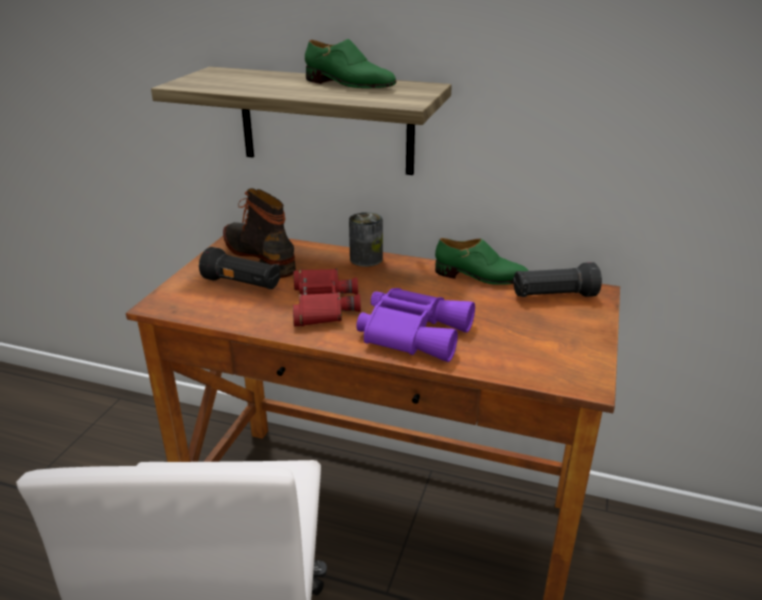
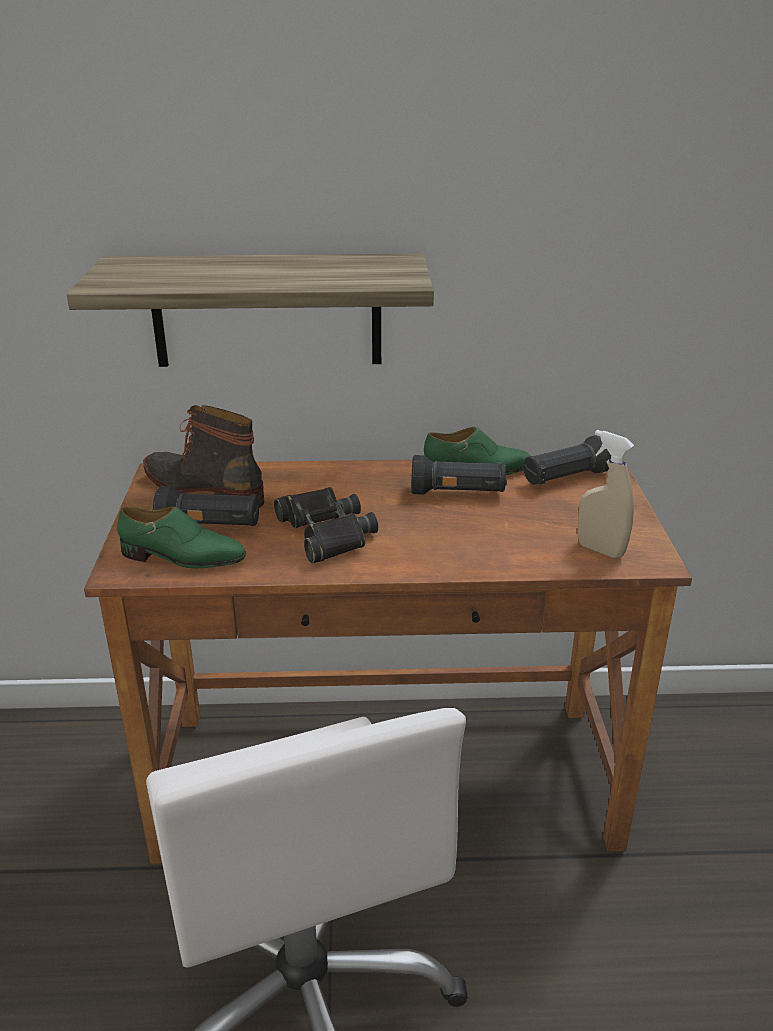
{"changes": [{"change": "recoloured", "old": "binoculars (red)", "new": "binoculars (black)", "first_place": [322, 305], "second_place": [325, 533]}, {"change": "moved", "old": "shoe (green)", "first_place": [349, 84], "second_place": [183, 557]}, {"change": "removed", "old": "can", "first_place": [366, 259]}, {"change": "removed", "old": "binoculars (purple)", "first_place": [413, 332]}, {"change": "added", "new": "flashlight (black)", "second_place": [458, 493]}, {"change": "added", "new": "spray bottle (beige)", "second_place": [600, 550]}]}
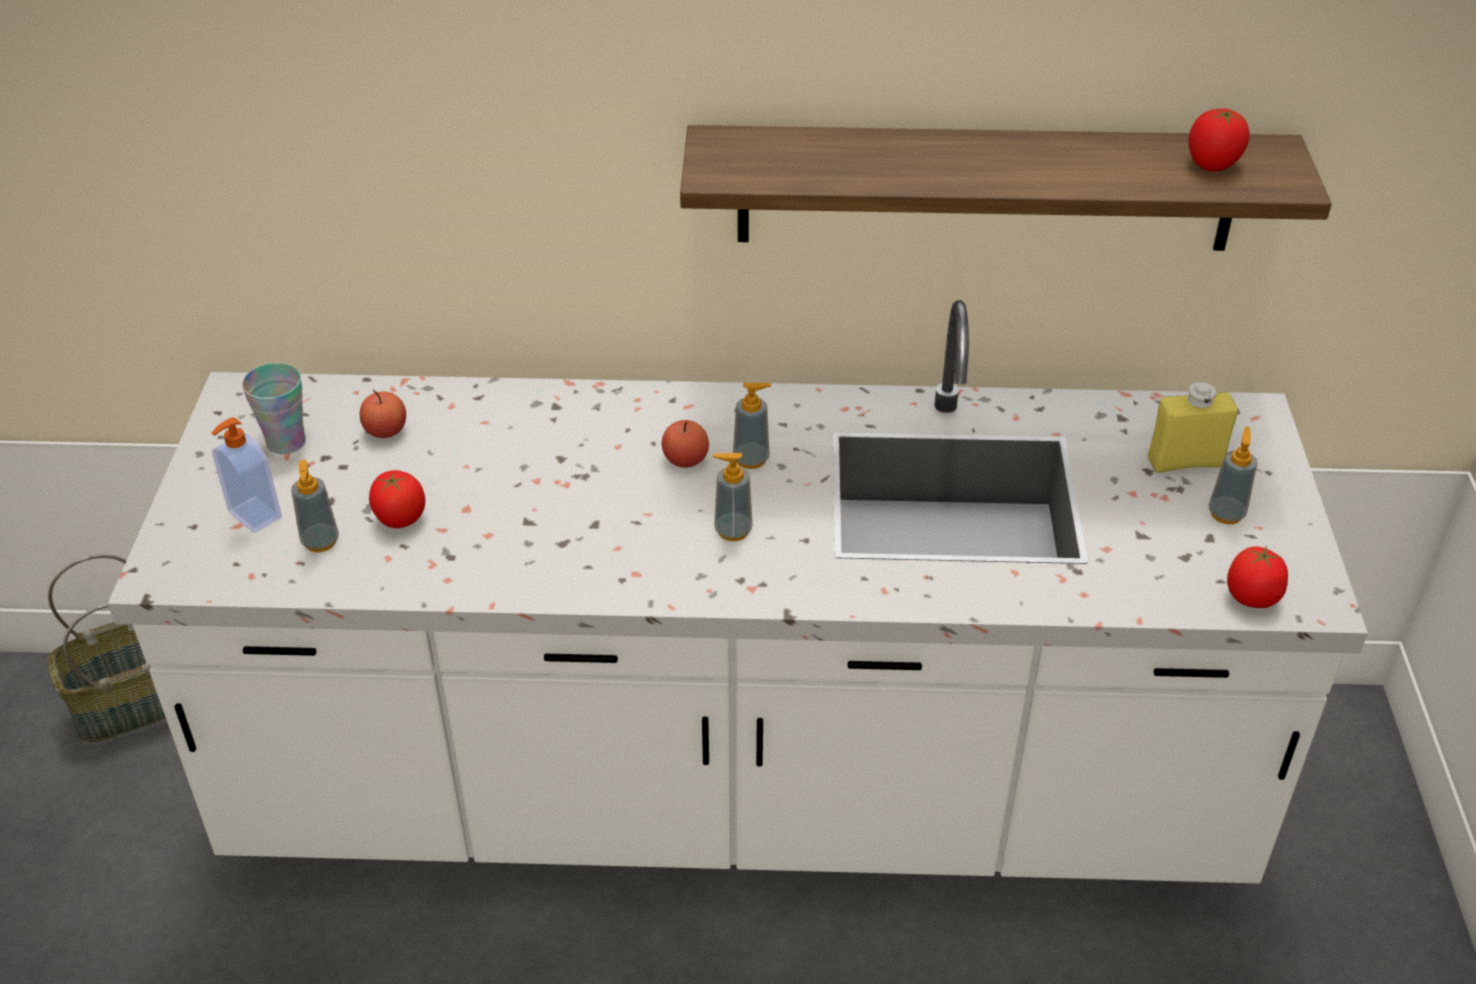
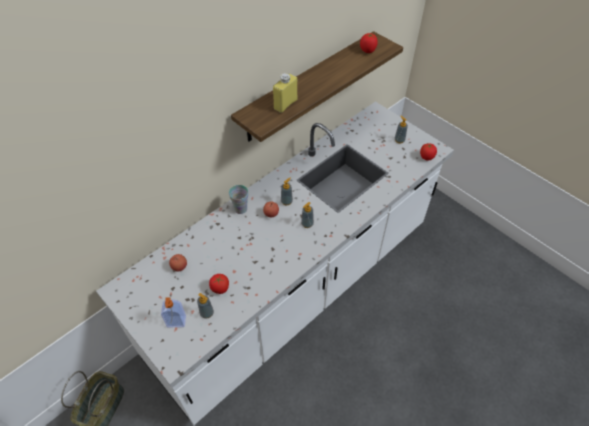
{"changes": [{"change": "moved", "old": "cup", "first_place": [286, 442], "second_place": [240, 209]}, {"change": "moved", "old": "bottle (yellow)", "first_place": [1185, 462], "second_place": [285, 104]}]}
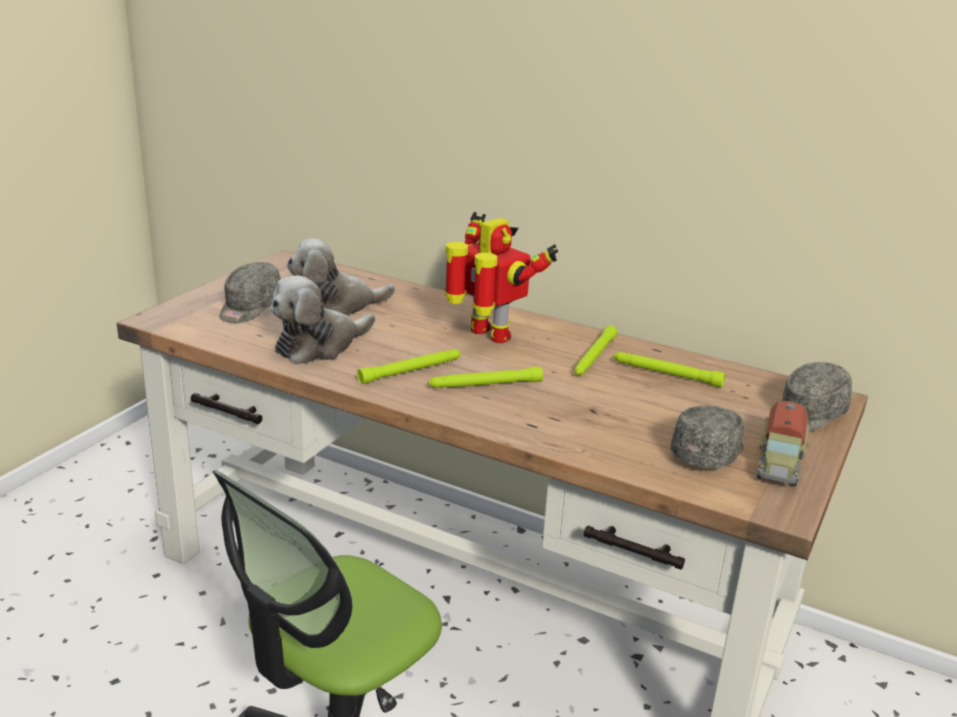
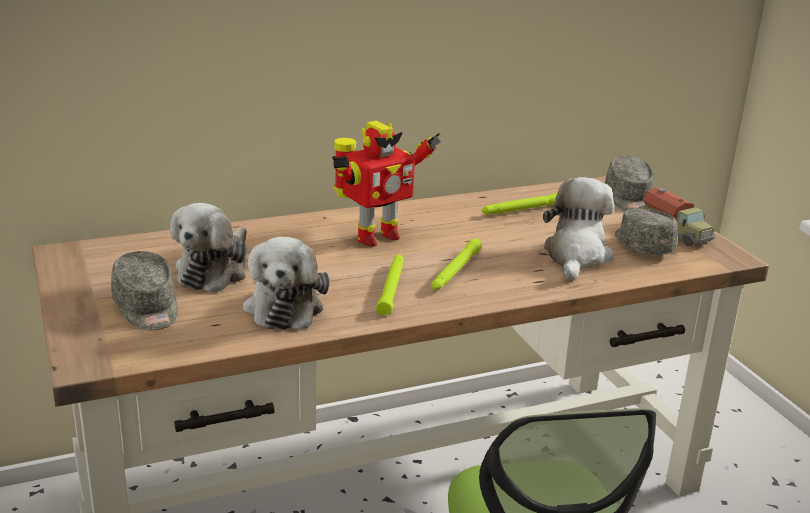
{"changes": [{"change": "turned", "old": "toy robot", "first_place": [488, 336], "second_place": [375, 237], "degrees": 150}, {"change": "removed", "old": "flashlight (green)", "first_place": [594, 357]}, {"change": "added", "new": "plush toy", "second_place": [576, 256]}]}
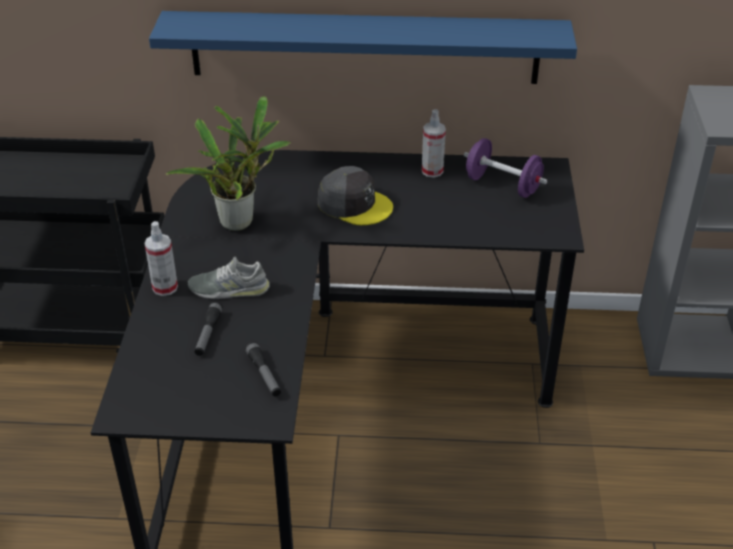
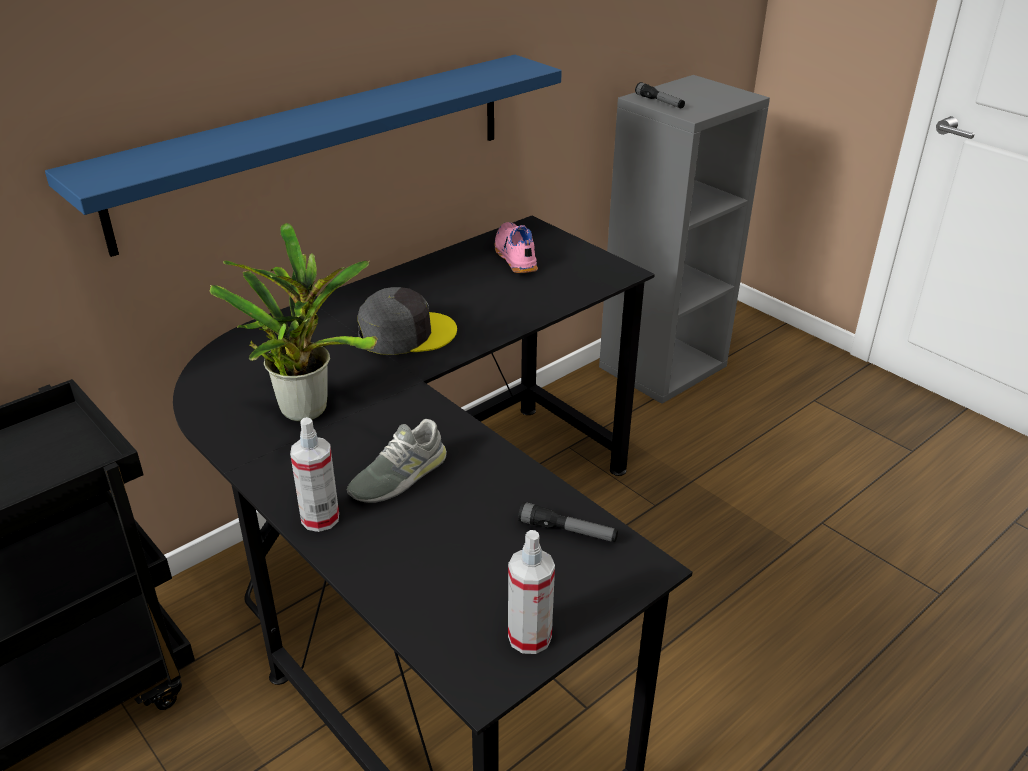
{"changes": [{"change": "moved", "old": "flashlight", "first_place": [208, 334], "second_place": [659, 102]}, {"change": "moved", "old": "spray bottle", "first_place": [432, 171], "second_place": [529, 637]}, {"change": "replaced", "old": "dumbbell (purple)", "new": "shoe (pink)", "first_place": [502, 185], "second_place": [514, 257]}]}
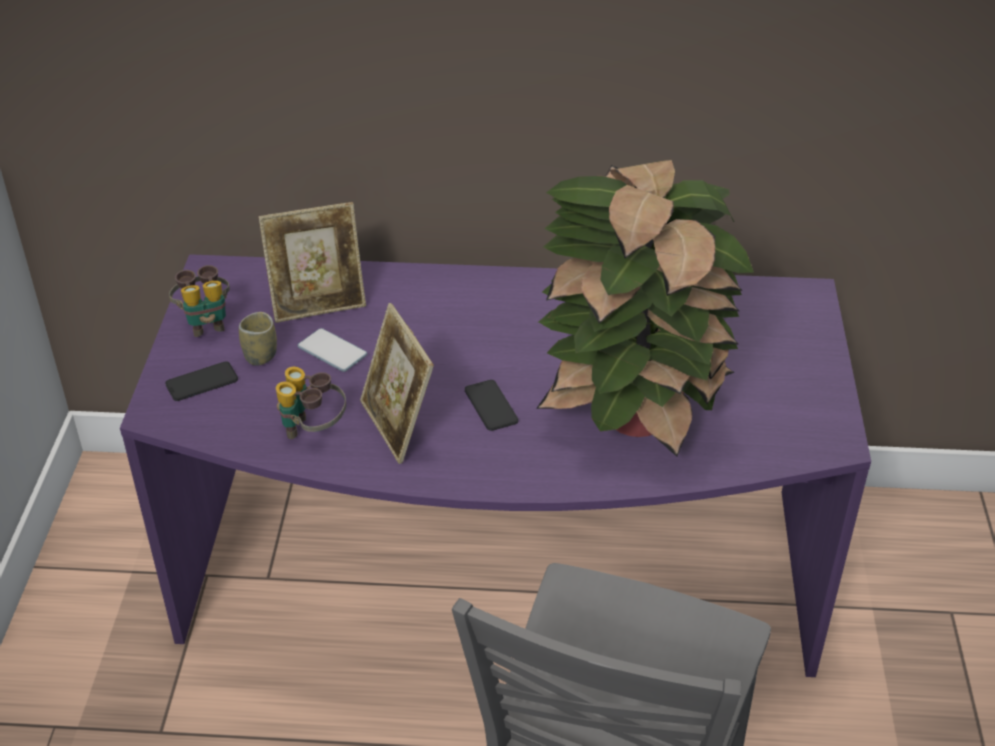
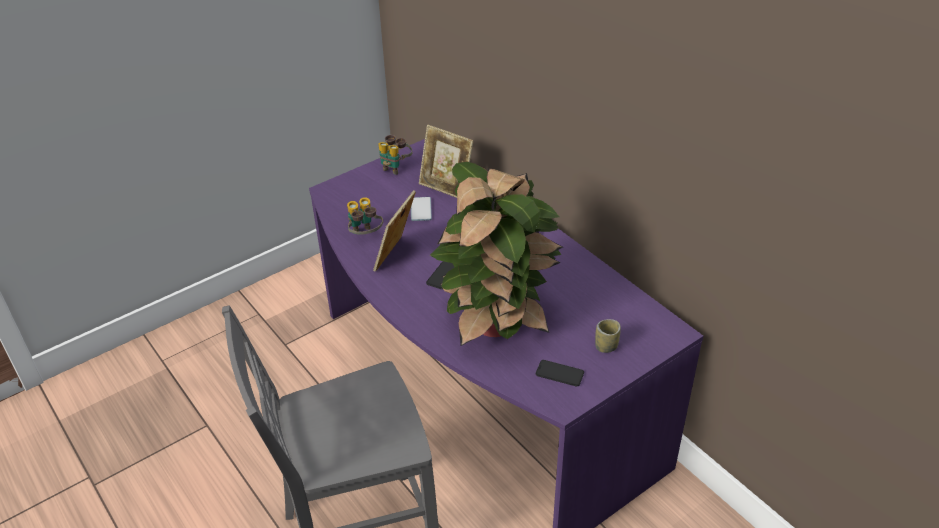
{"changes": [{"change": "moved", "old": "phone", "first_place": [202, 382], "second_place": [559, 373]}, {"change": "moved", "old": "cup", "first_place": [260, 356], "second_place": [606, 346]}]}
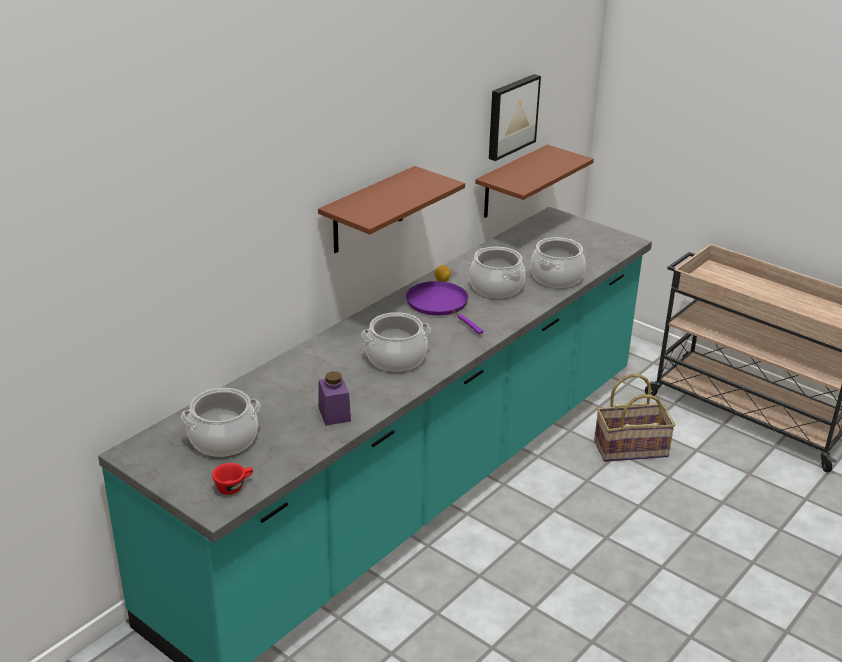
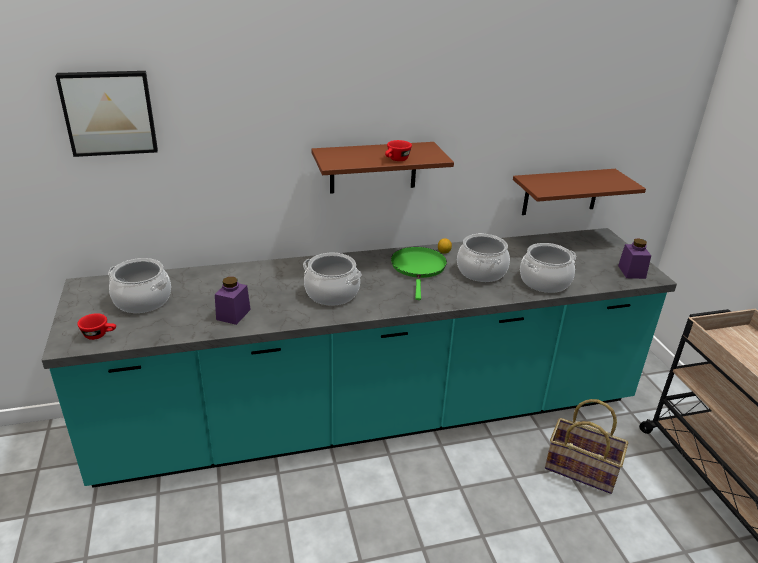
{"changes": [{"change": "recoloured", "old": "frying pan (purple)", "new": "frying pan (green)", "first_place": [440, 305], "second_place": [418, 268]}, {"change": "moved", "old": "picture", "first_place": [511, 116], "second_place": [109, 112]}, {"change": "added", "new": "cup (red)", "second_place": [396, 160]}, {"change": "added", "new": "jar (purple)", "second_place": [631, 272]}]}
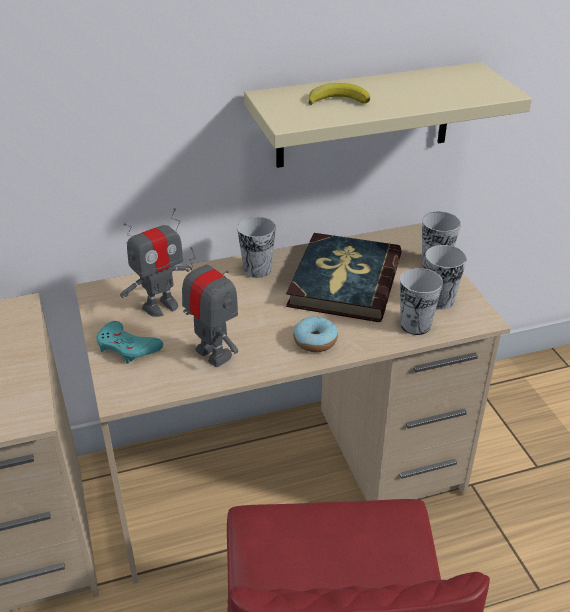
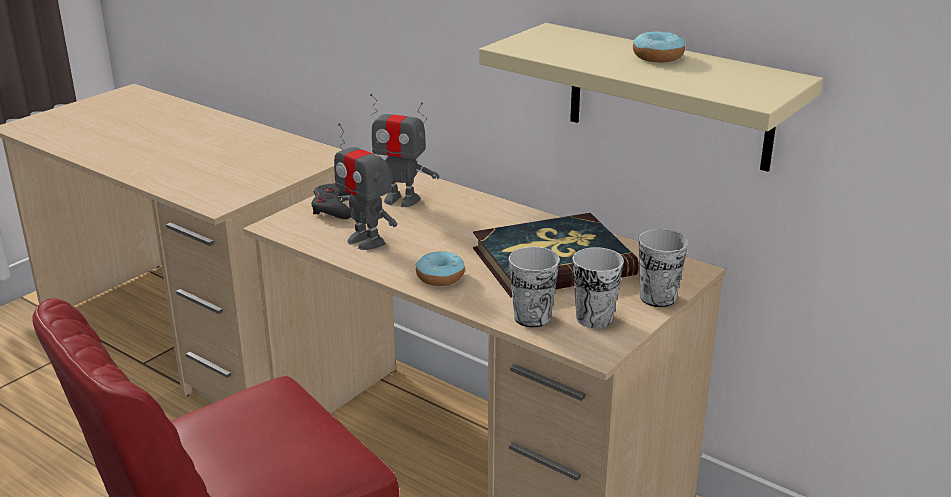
{"changes": [{"change": "recoloured", "old": "game controller (turquoise)", "new": "game controller (grey)", "first_place": [127, 347], "second_place": [333, 207]}, {"change": "turned", "old": "toy robot", "first_place": [213, 354], "second_place": [366, 241], "degrees": 120}, {"change": "removed", "old": "cup", "first_place": [257, 270]}, {"change": "removed", "old": "banana", "first_place": [338, 100]}, {"change": "added", "new": "donut", "second_place": [657, 57]}]}
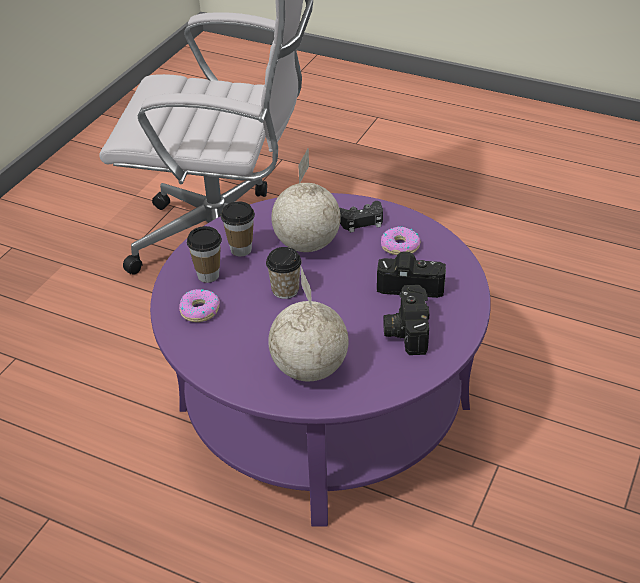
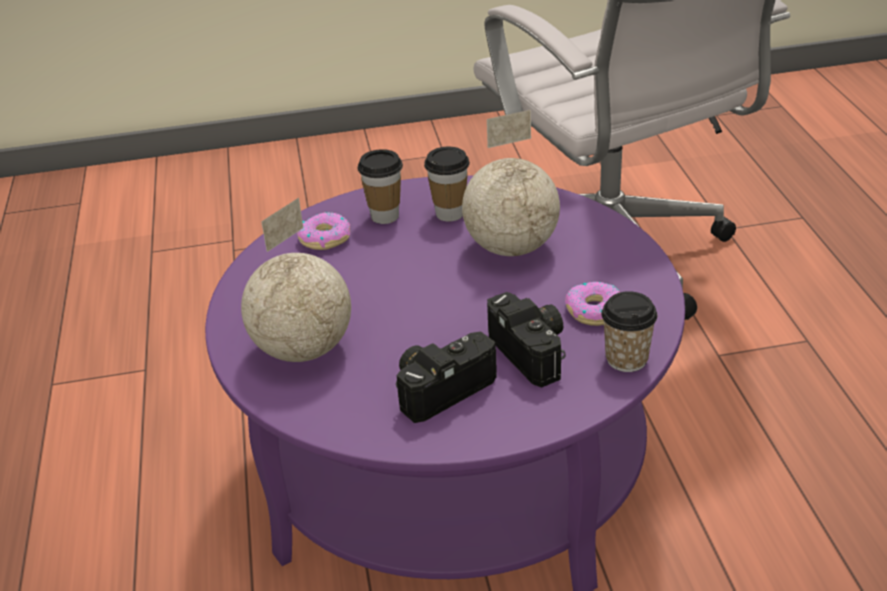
{"changes": [{"change": "moved", "old": "cup", "first_place": [285, 290], "second_place": [626, 359]}, {"change": "removed", "old": "game controller (black)", "first_place": [361, 221]}]}
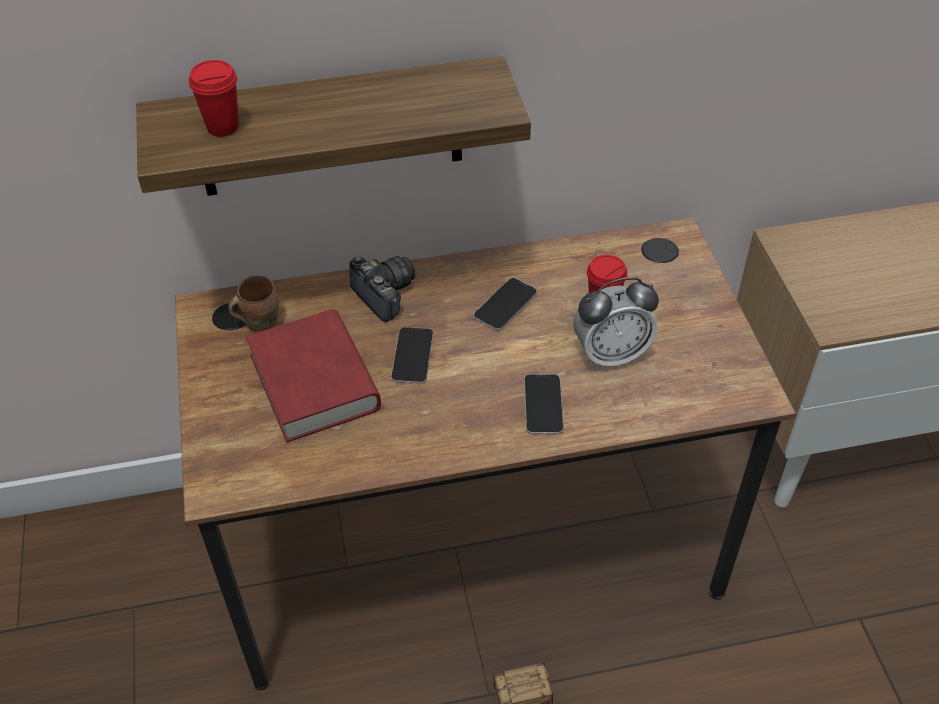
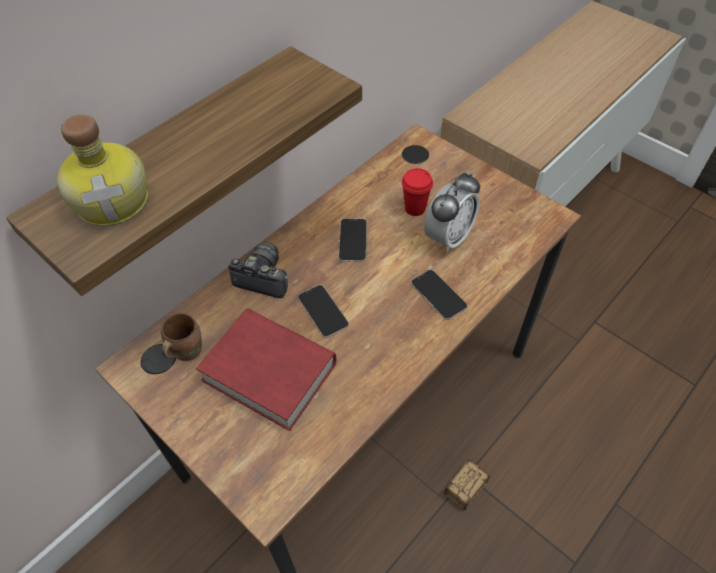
{"changes": [{"change": "replaced", "old": "cup (red)", "new": "bottle", "first_place": [223, 127], "second_place": [115, 200]}]}
